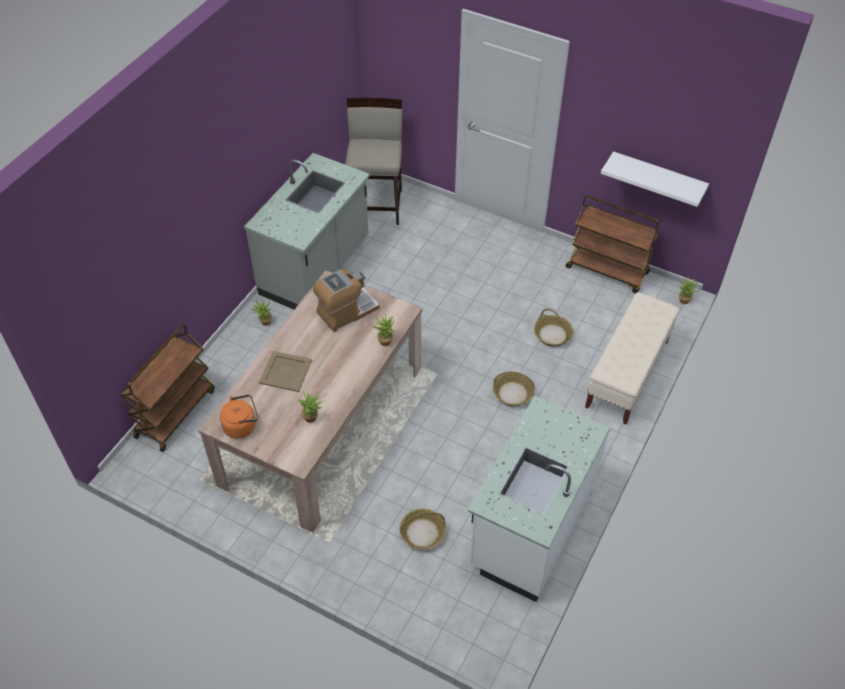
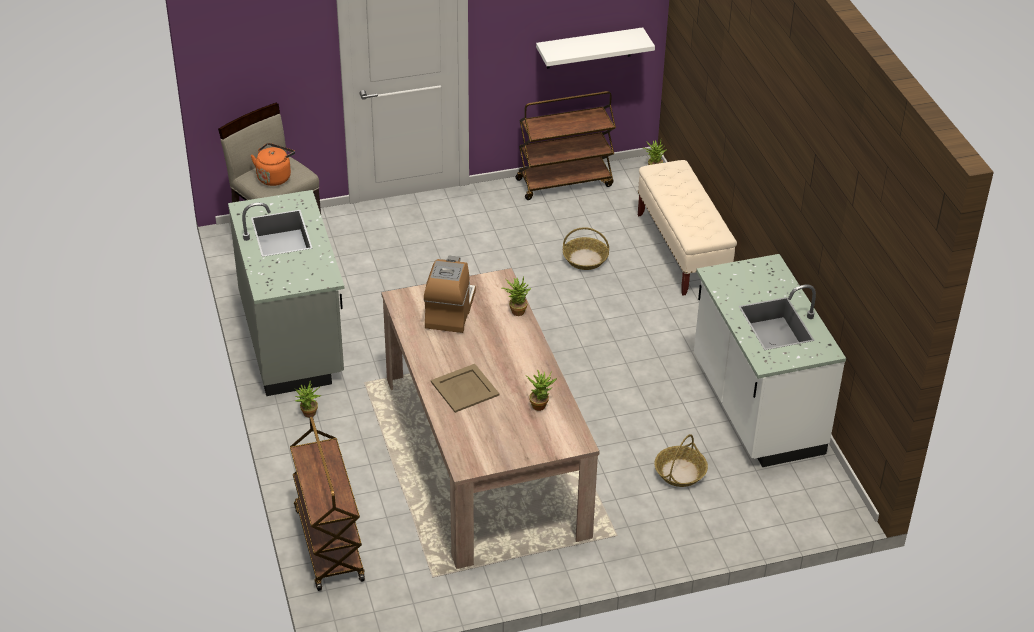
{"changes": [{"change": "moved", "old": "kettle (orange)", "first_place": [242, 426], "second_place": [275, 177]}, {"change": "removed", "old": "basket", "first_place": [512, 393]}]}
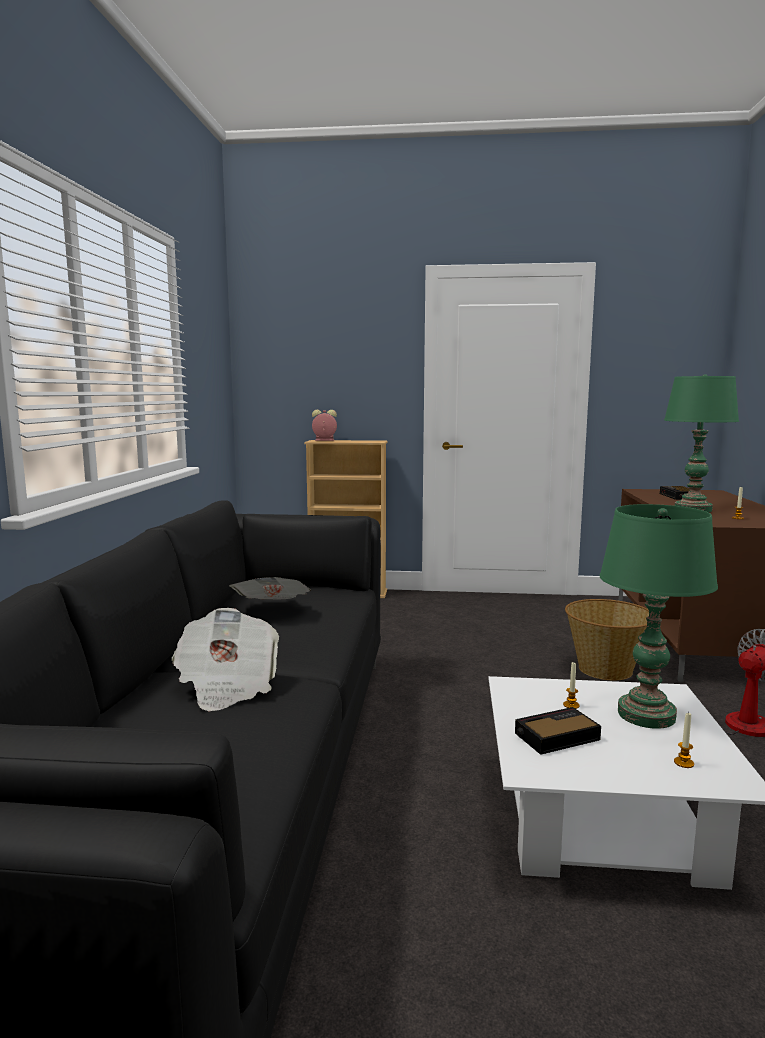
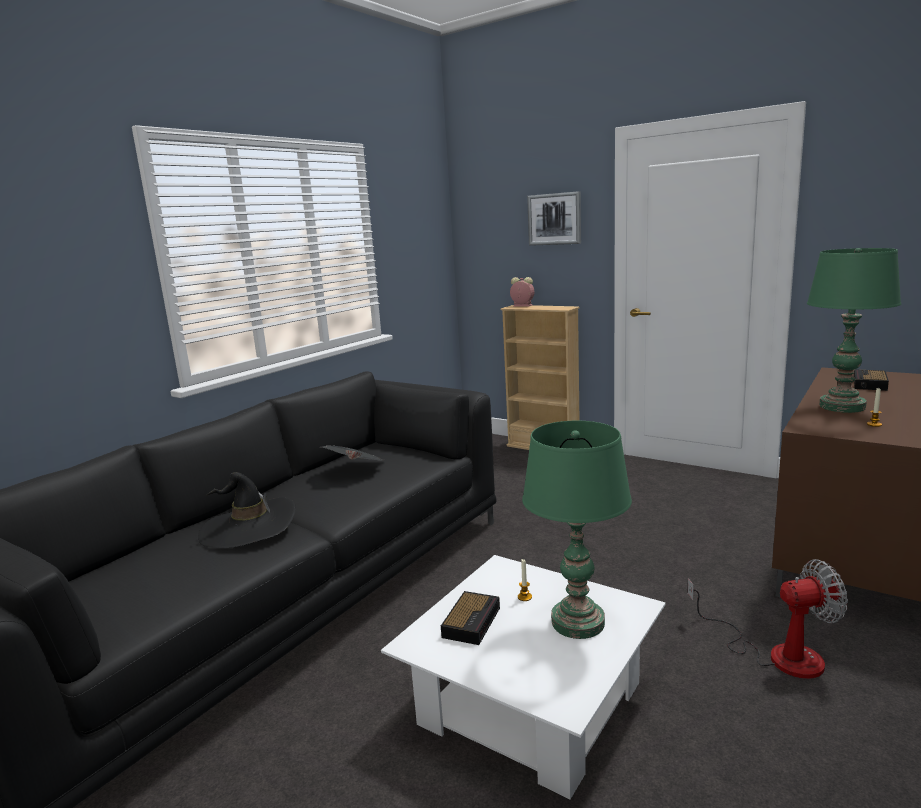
{"changes": [{"change": "replaced", "old": "newspaper", "new": "hat (black)", "first_place": [227, 685], "second_place": [249, 528]}, {"change": "turned", "old": "alarm clock", "first_place": [555, 737], "second_place": [472, 621], "degrees": 105}, {"change": "removed", "old": "basket", "first_place": [605, 670]}, {"change": "removed", "old": "candle", "first_place": [683, 763]}, {"change": "added", "new": "picture", "second_place": [554, 219]}]}
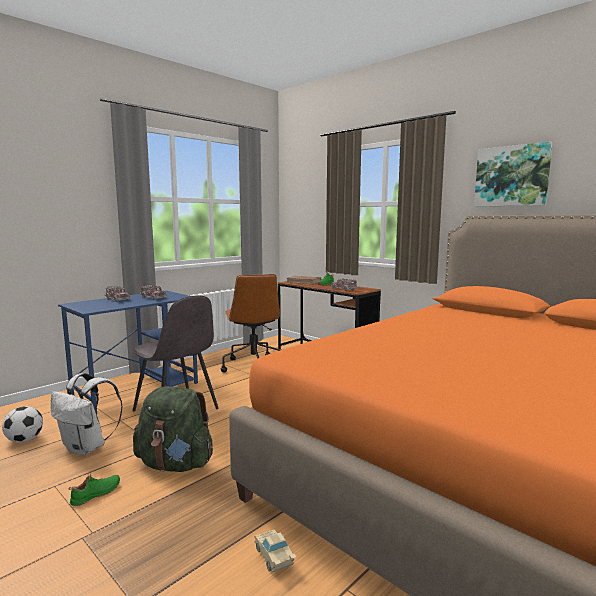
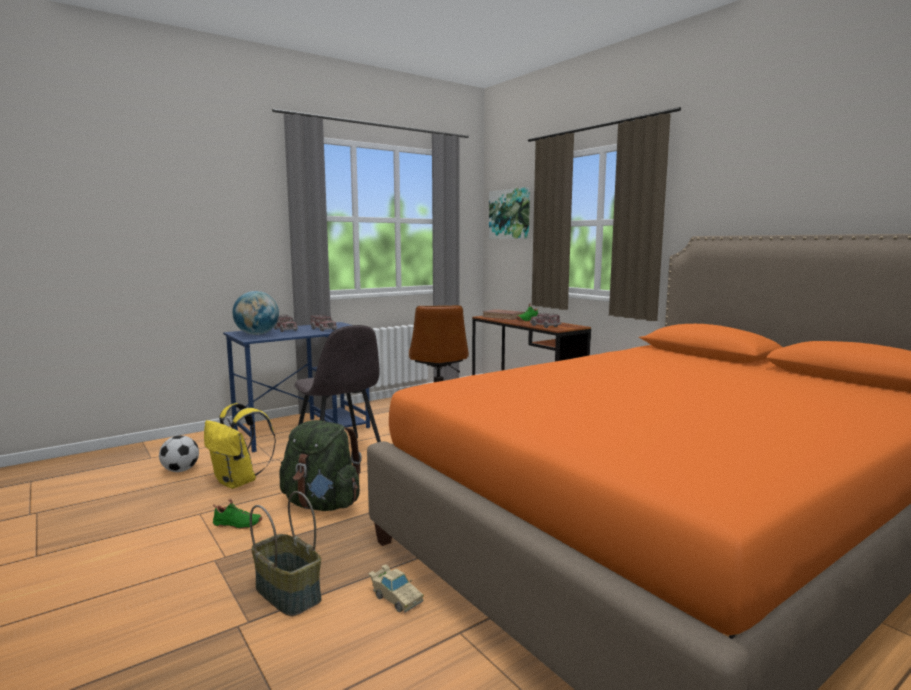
{"changes": [{"change": "recoloured", "old": "backpack (white)", "new": "backpack (yellow)", "first_place": [87, 447], "second_place": [238, 482]}, {"change": "turned", "old": "shoe (green)", "first_place": [96, 495], "second_place": [237, 525], "degrees": 45}, {"change": "turned", "old": "toy car (beige)", "first_place": [274, 558], "second_place": [395, 598], "degrees": 150}, {"change": "moved", "old": "picture", "first_place": [512, 176], "second_place": [510, 214]}, {"change": "added", "new": "globe", "second_place": [257, 334]}, {"change": "added", "new": "basket", "second_place": [289, 593]}]}
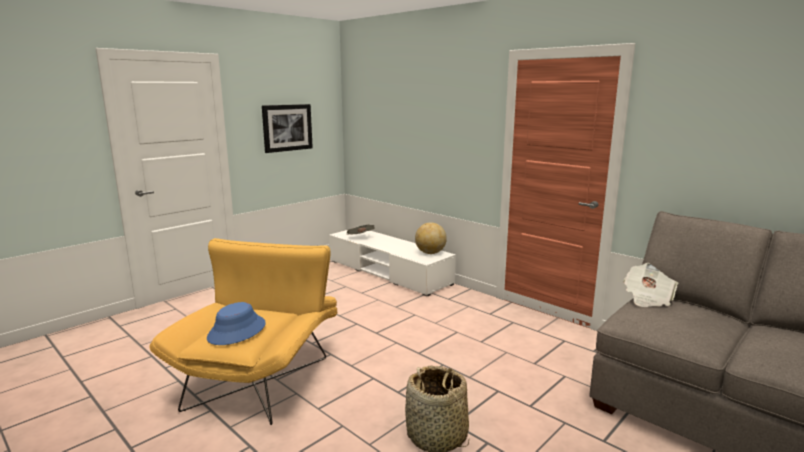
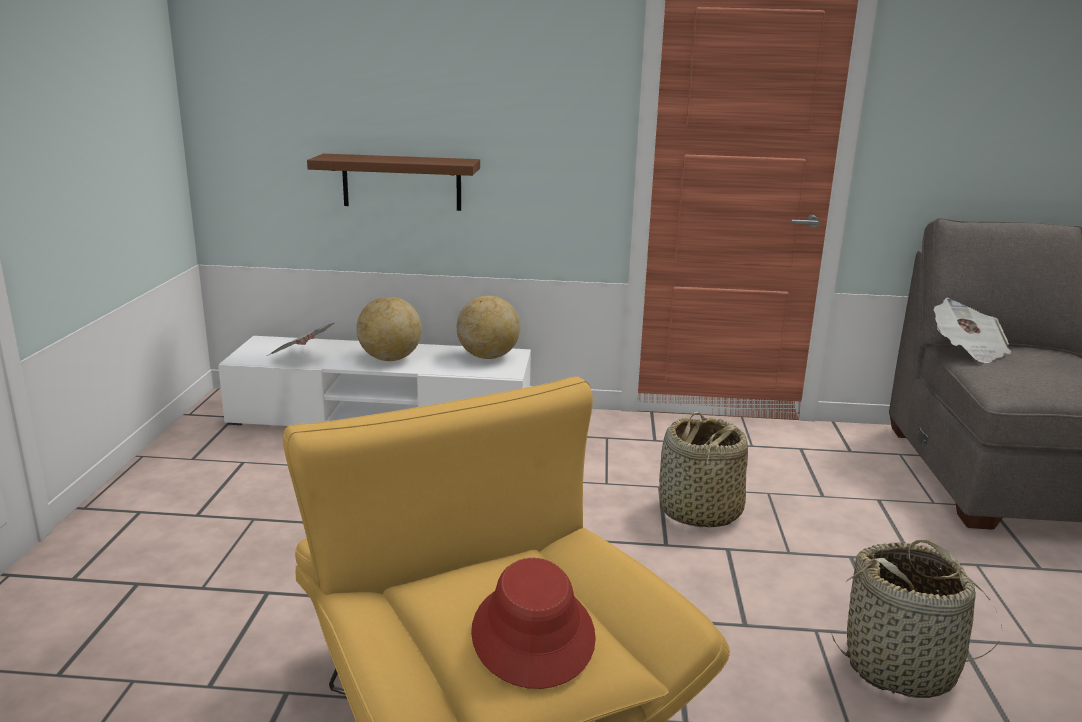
{"changes": [{"change": "recoloured", "old": "hat (blue)", "new": "hat (red)", "first_place": [237, 331], "second_place": [533, 634]}, {"change": "removed", "old": "picture", "first_place": [287, 127]}, {"change": "added", "new": "shelf (brown)", "second_place": [401, 182]}, {"change": "added", "new": "globe", "second_place": [390, 359]}, {"change": "added", "new": "basket", "second_place": [699, 512]}]}
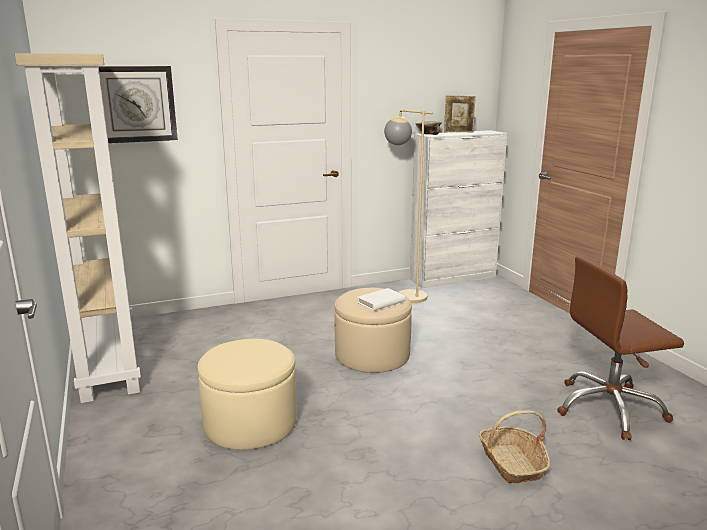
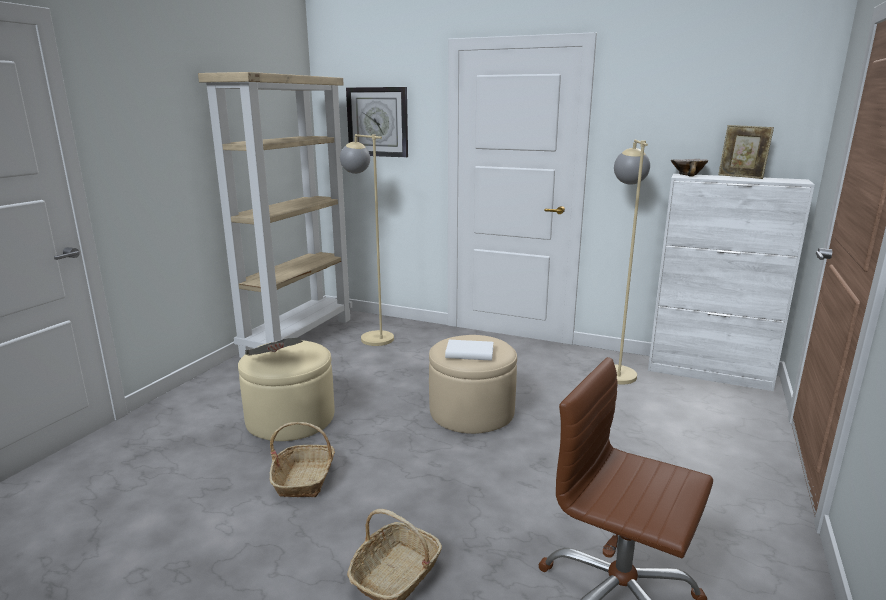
{"changes": [{"change": "added", "new": "newspaper", "second_place": [275, 361]}, {"change": "added", "new": "basket", "second_place": [304, 479]}, {"change": "added", "new": "floor lamp (beige)", "second_place": [371, 336]}]}
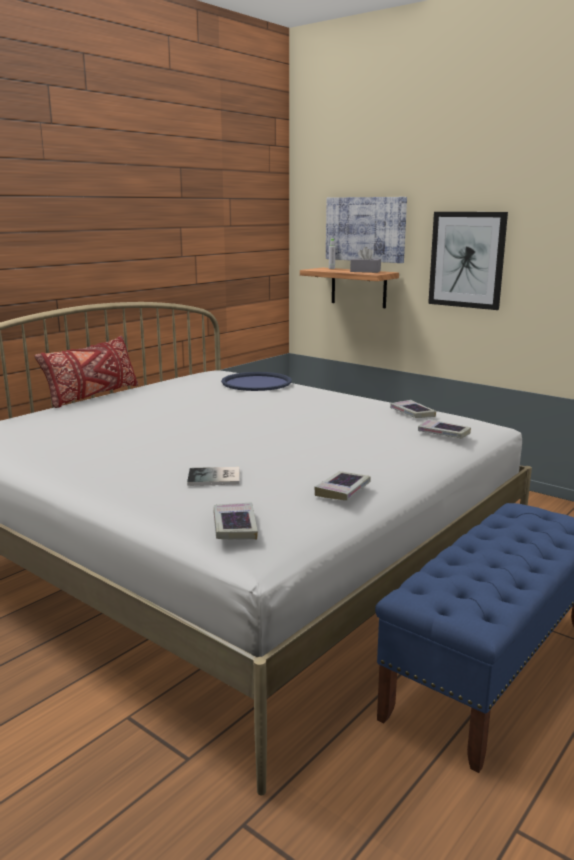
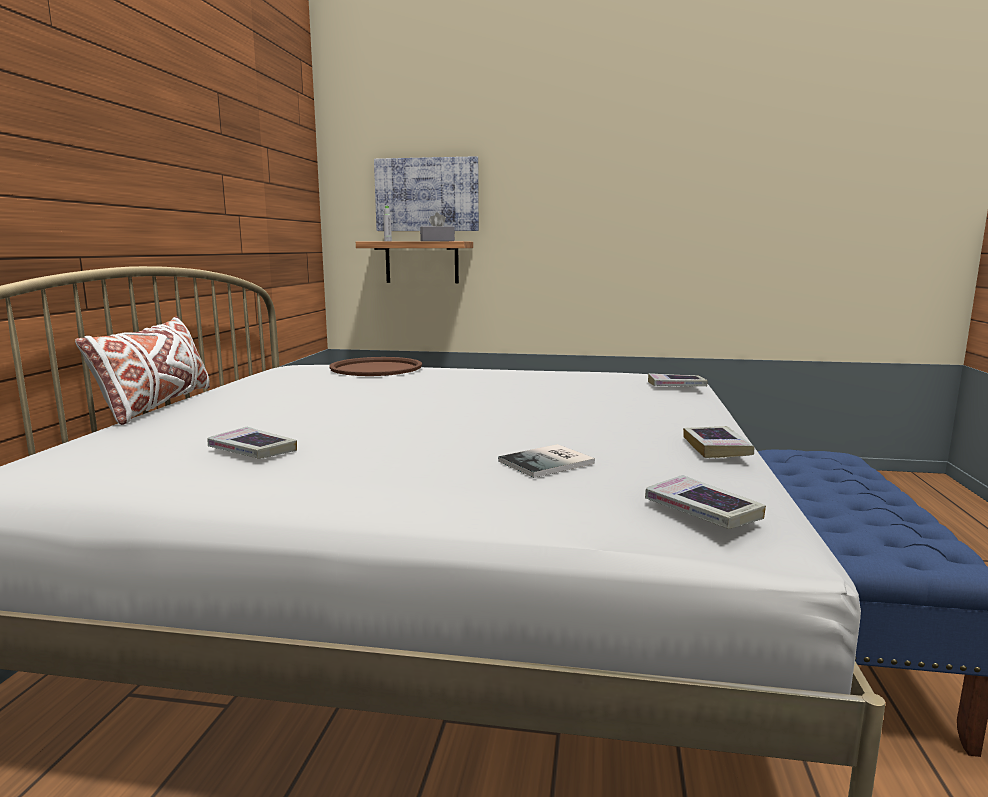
{"changes": [{"change": "recoloured", "old": "pillow (red)", "new": "pillow (white)", "first_place": [92, 395], "second_place": [157, 405]}, {"change": "recoloured", "old": "tray (blue)", "new": "tray (brown)", "first_place": [256, 383], "second_place": [376, 368]}, {"change": "moved", "old": "book", "first_place": [412, 413], "second_place": [252, 450]}, {"change": "removed", "old": "picture", "first_place": [467, 260]}]}
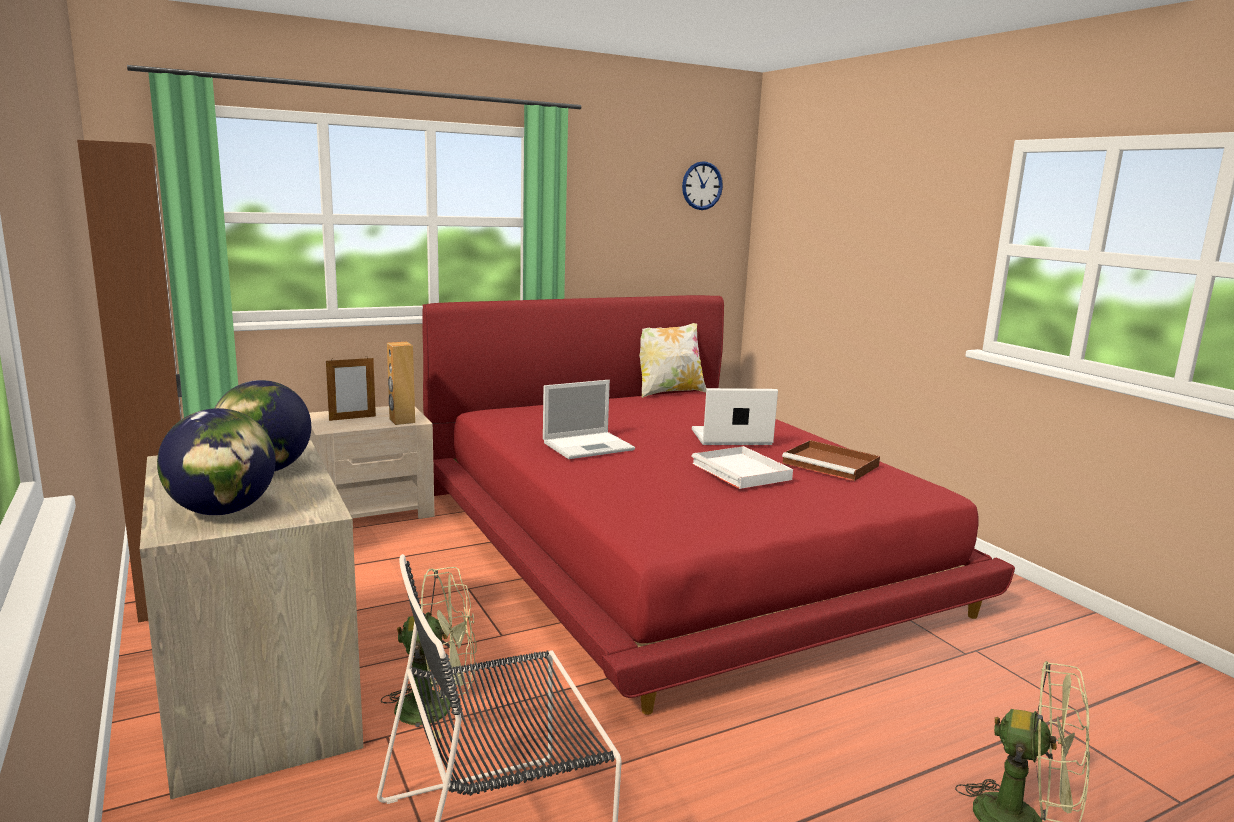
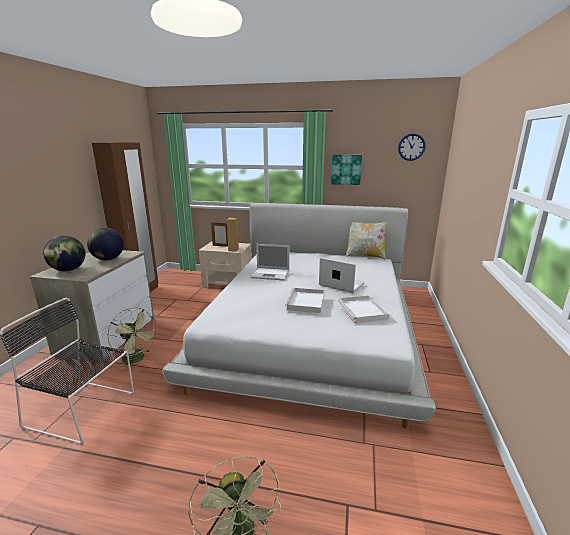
{"changes": [{"change": "recoloured", "old": "bed (red)", "new": "bed (white)", "first_place": [672, 543], "second_place": [311, 329]}, {"change": "recoloured", "old": "tray (brown)", "new": "tray (white)", "first_place": [832, 464], "second_place": [363, 311]}, {"change": "added", "new": "picture", "second_place": [346, 169]}]}
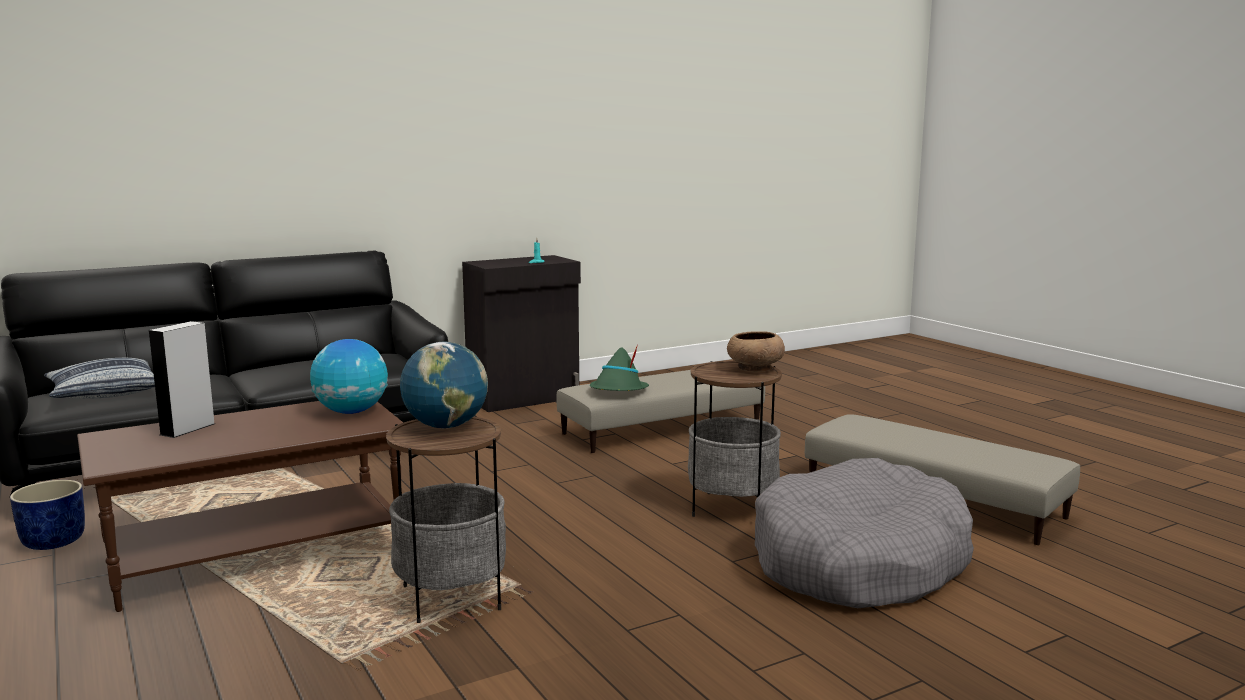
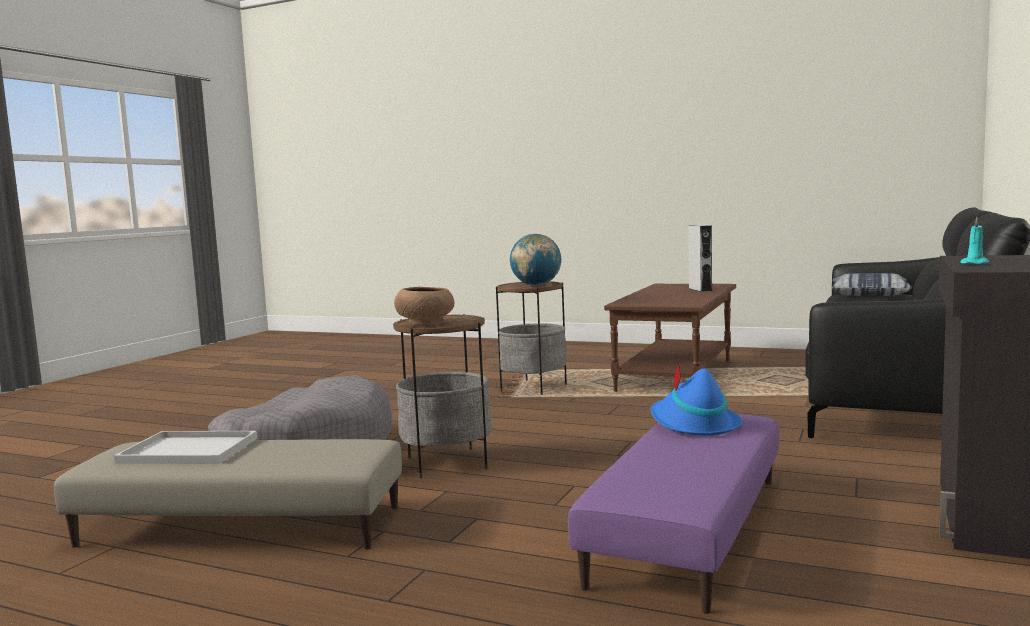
{"changes": [{"change": "removed", "old": "planter (blue)", "first_place": [53, 541]}, {"change": "removed", "old": "globe", "first_place": [351, 412]}, {"change": "recoloured", "old": "ottoman (beige)", "new": "ottoman (purple)", "first_place": [661, 428], "second_place": [691, 528]}, {"change": "recoloured", "old": "hat (green)", "new": "hat (blue)", "first_place": [618, 391], "second_place": [693, 424]}, {"change": "added", "new": "tray (white)", "second_place": [192, 450]}]}
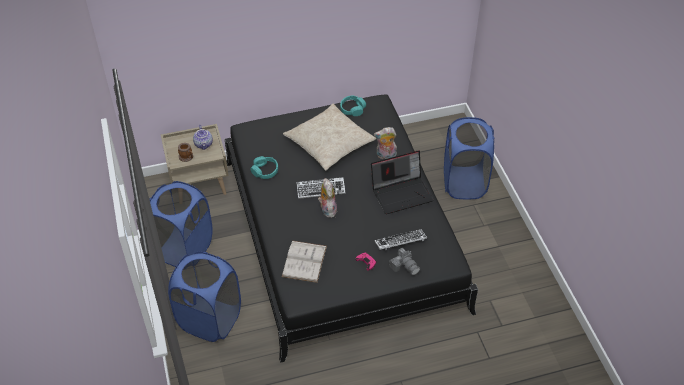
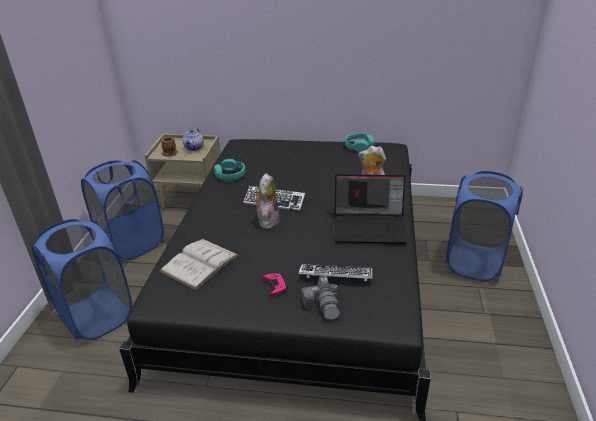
{"changes": [{"change": "removed", "old": "pillow (beige)", "first_place": [329, 143]}]}
